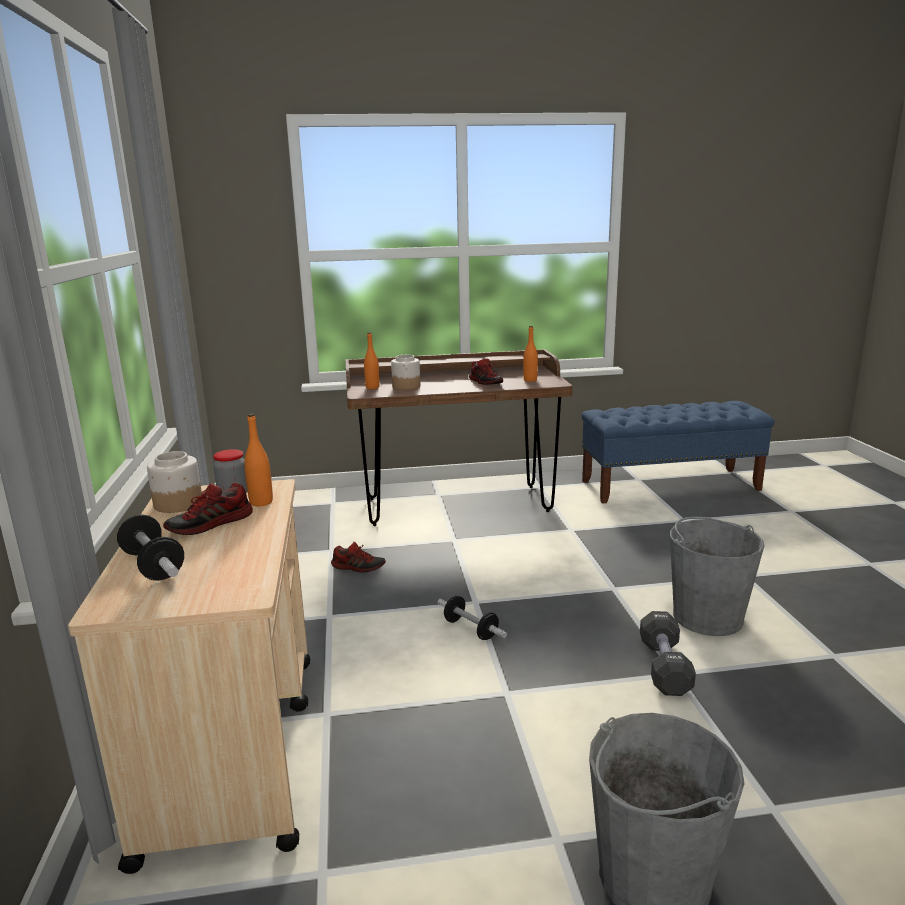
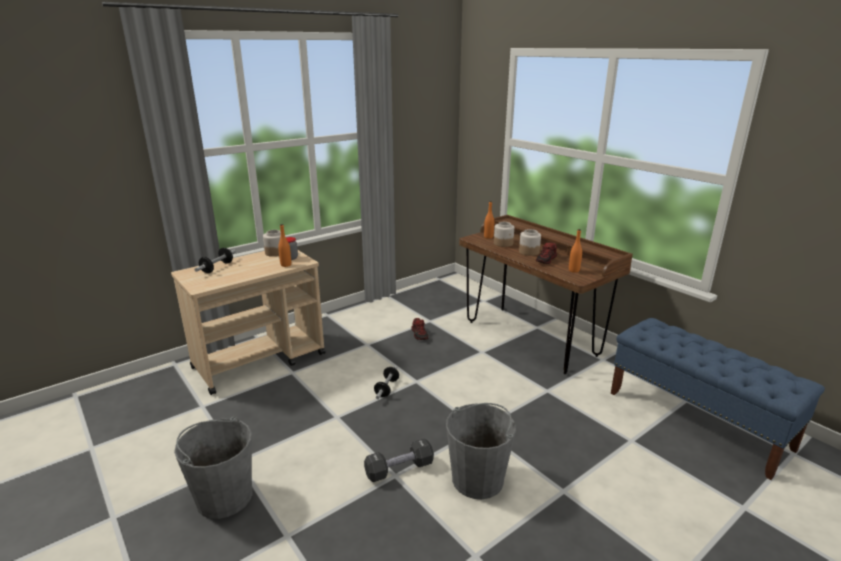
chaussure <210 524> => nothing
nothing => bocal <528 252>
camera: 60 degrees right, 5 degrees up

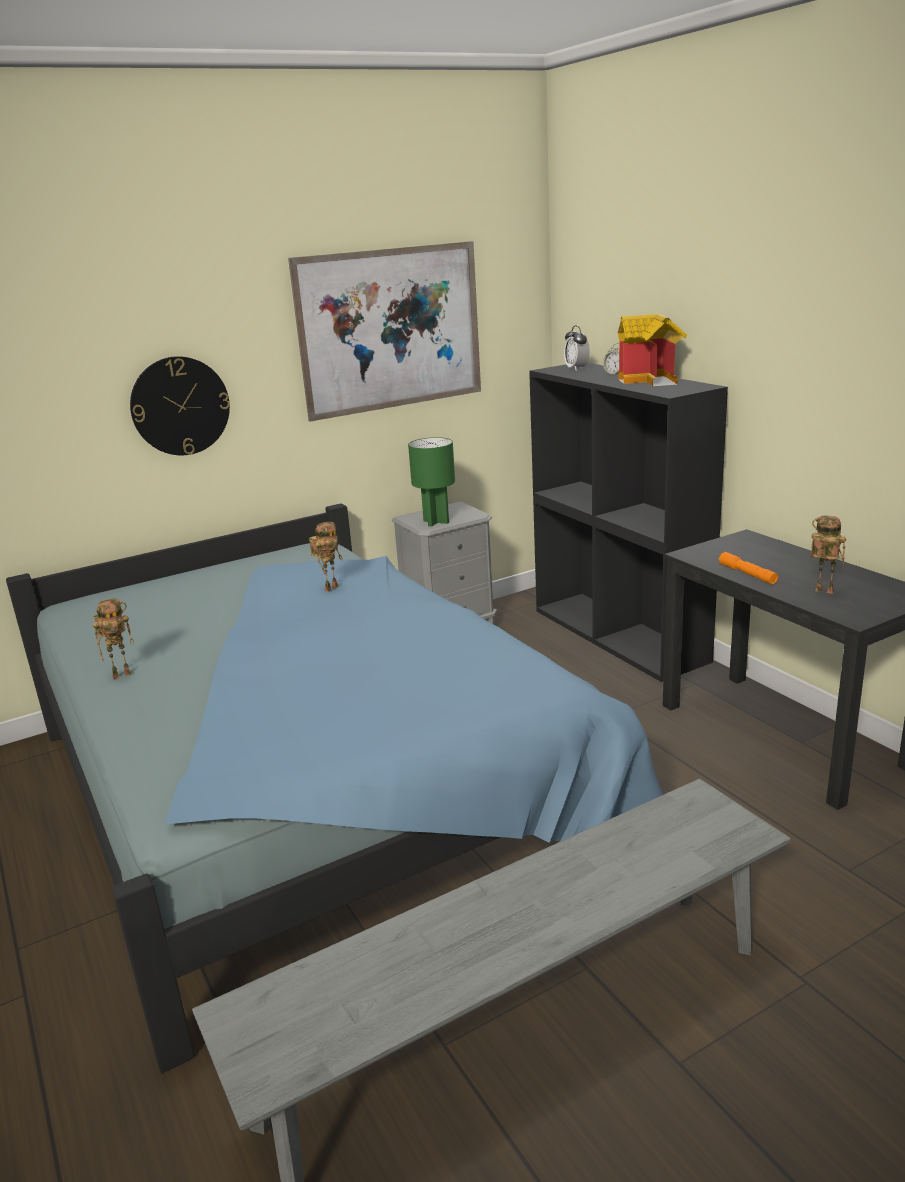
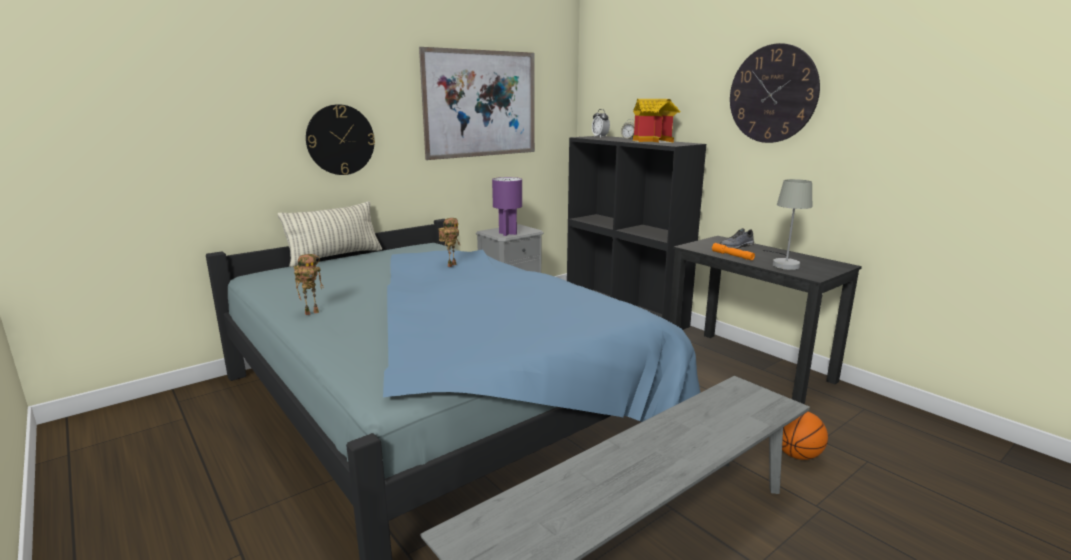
nothing => coussin <335 257>
nothing => chaussure [gris] <737 246>
nothing => horloge murale <772 94>
nothing => ballon de basket <797 455>
robot jouet <822 592> => lampe de table [gris] <784 264>
lampe de table [vert] <436 521> => lampe de table [violet] <507 233>
camera: 10 degrees left, 5 degrees down

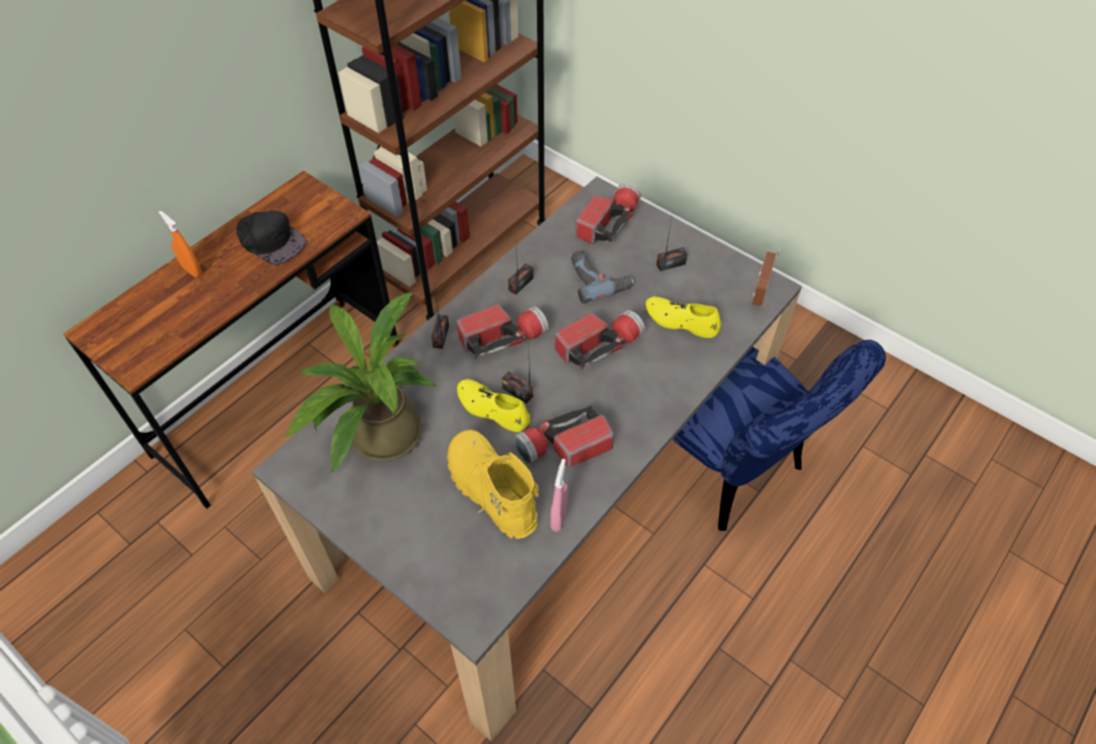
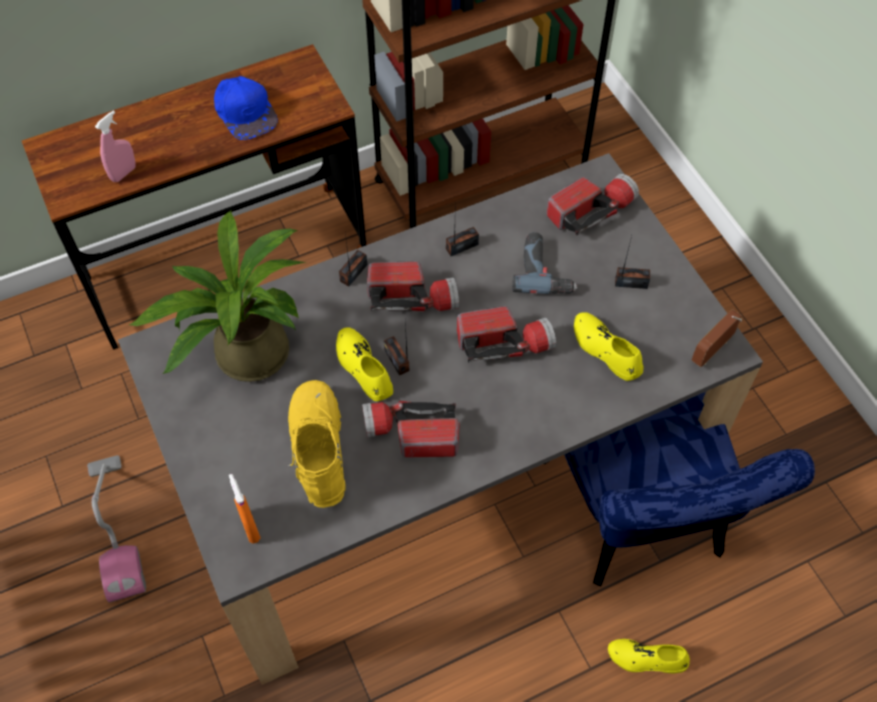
nothing => aspirateur <116 528>
nothing => chaussure [jaune] <647 658>
vaporisateur [orange] <192 270> => vaporisateur [orange] <250 528>, relocated
vaporisateur [rose] <559 517> => vaporisateur [rose] <123 173>, relocated
casquette [noir] <271 240> => casquette [bleu] <245 110>
camera: 25 degrees right, 5 degrees up

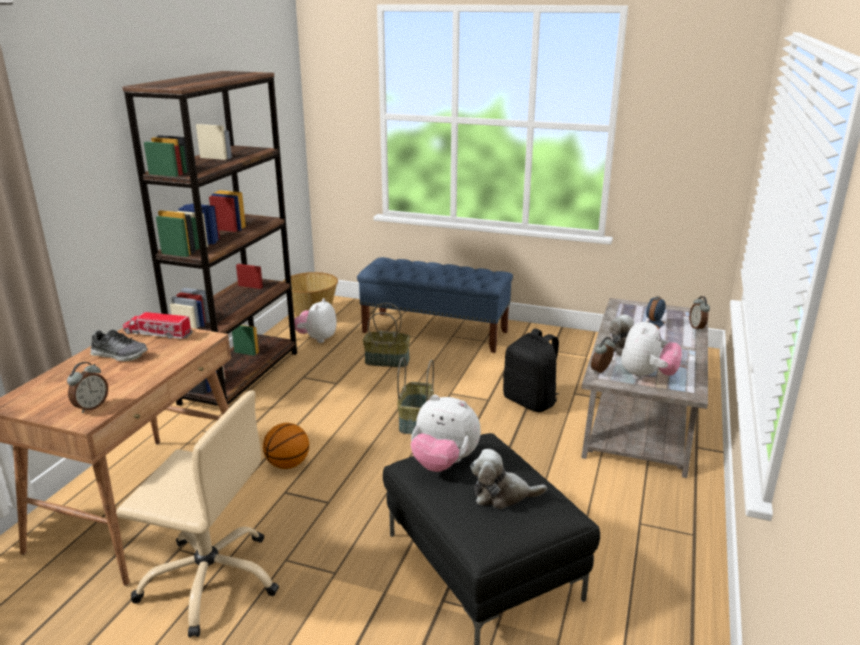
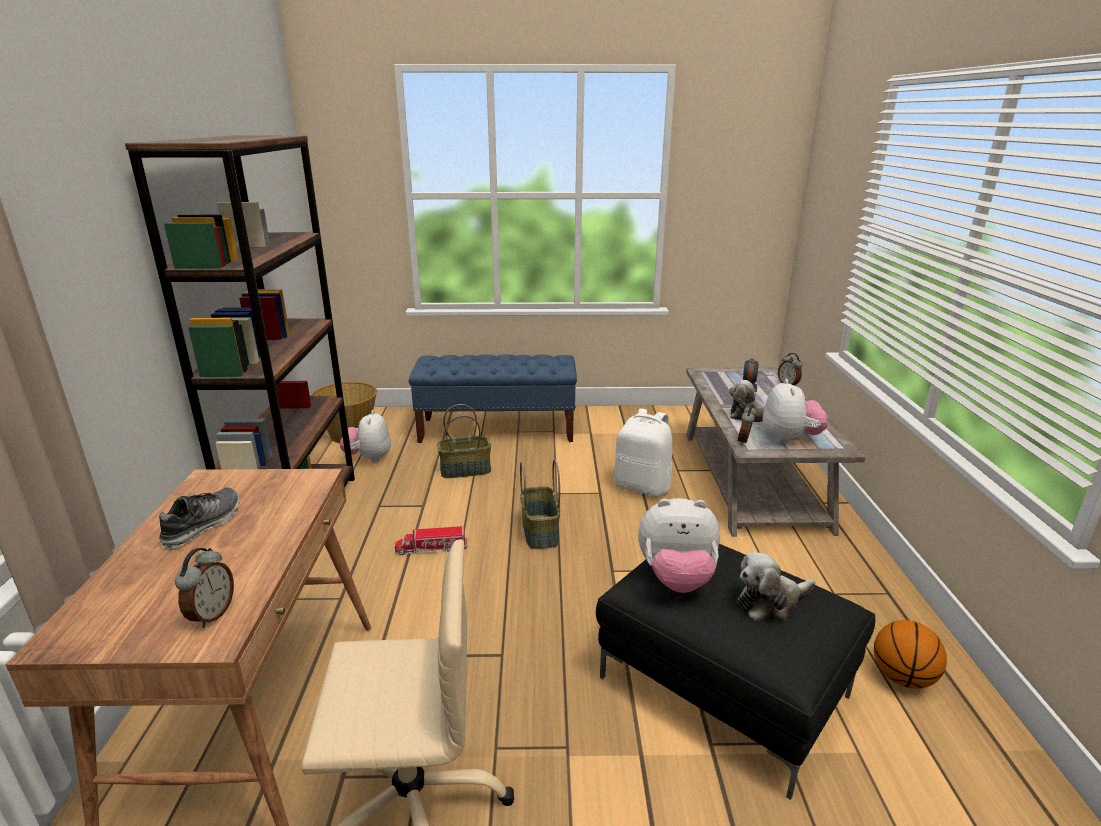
camion jouet <157 334> => camion jouet <431 548>, relocated
ballon de basket <288 464> => ballon de basket <902 677>, relocated
sac à dos [noir] <531 401> => sac à dos [blanc] <643 486>
chaussure <119 355> => chaussure <203 525>, 60 degrees counterclockwise
camera: 20 degrees left, 0 degrees up

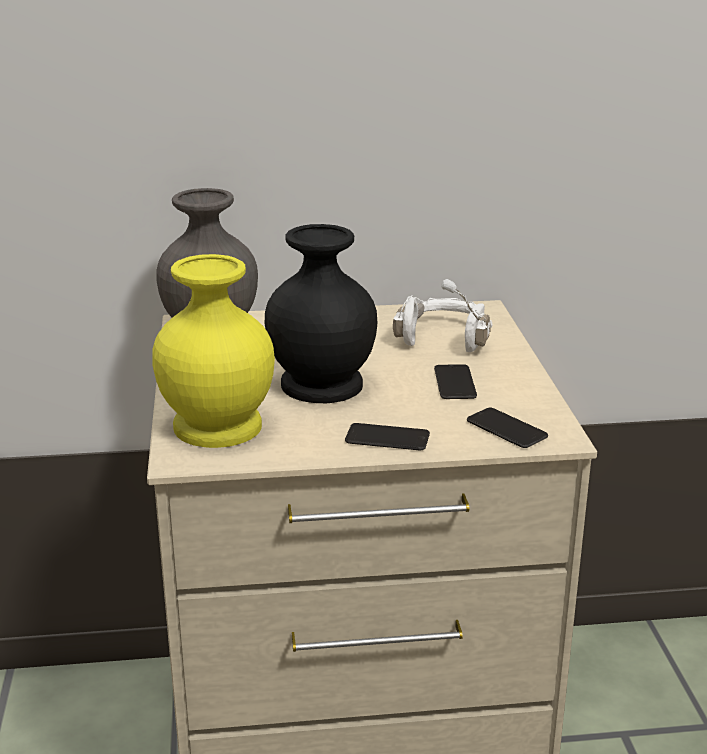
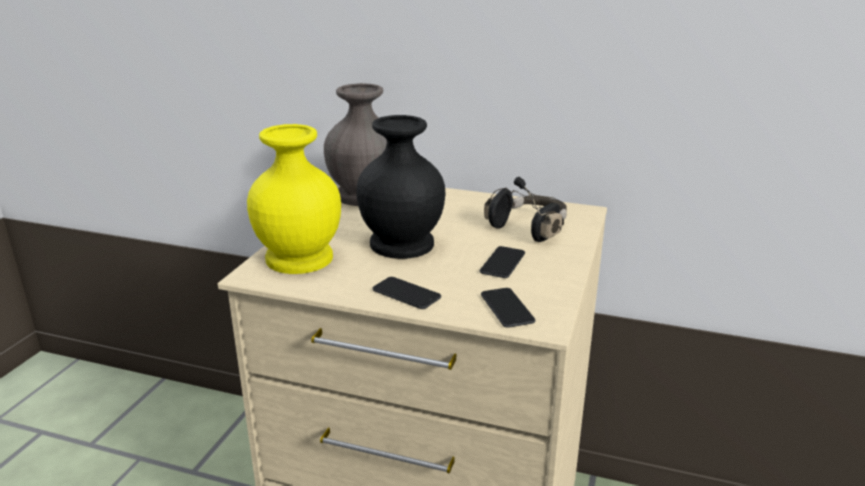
casque audio [blanc] <445 339> => casque audio [noir] <530 228>
camera: 25 degrees right, 0 degrees up

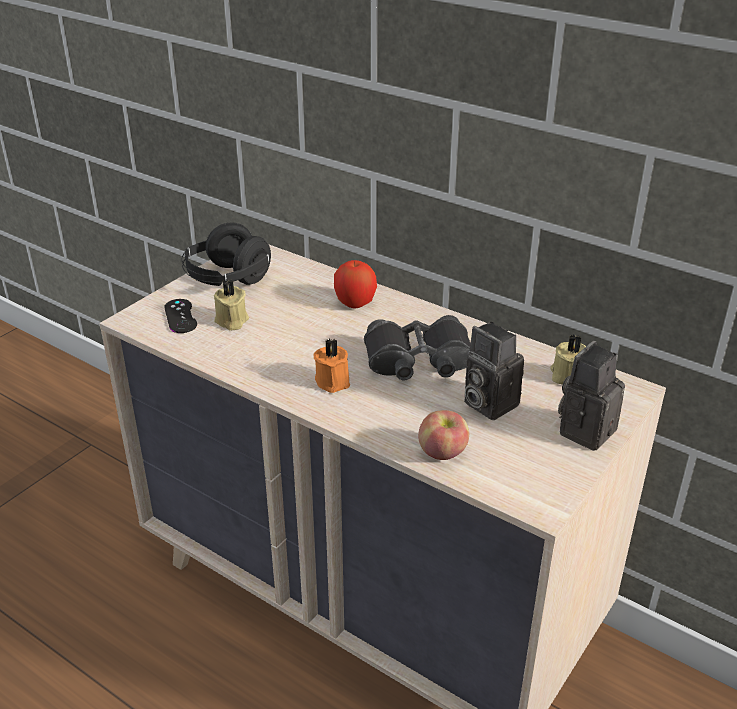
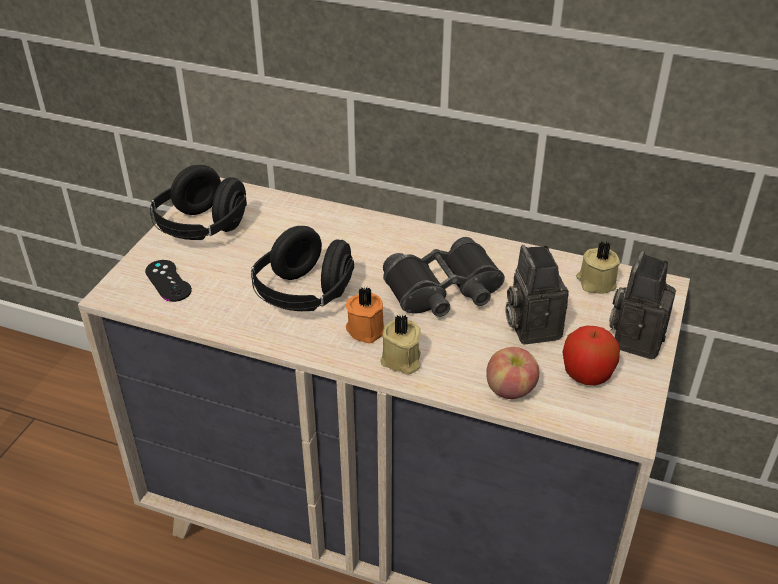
nothing => casque audio [noir] <304 295>
bougie [beige] <231 321> => bougie [beige] <401 360>, relocated
pomme <355 303> => pomme <586 375>, relocated
appareil photo <486 403> => appareil photo <530 326>, 45 degrees clockwise
camera: 15 degrees left, 5 degrees up

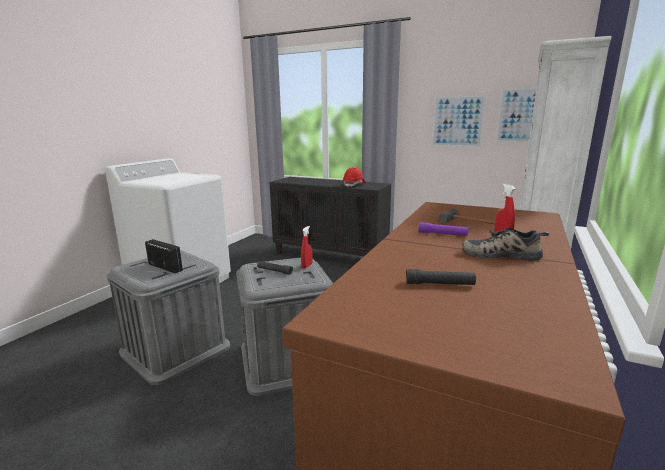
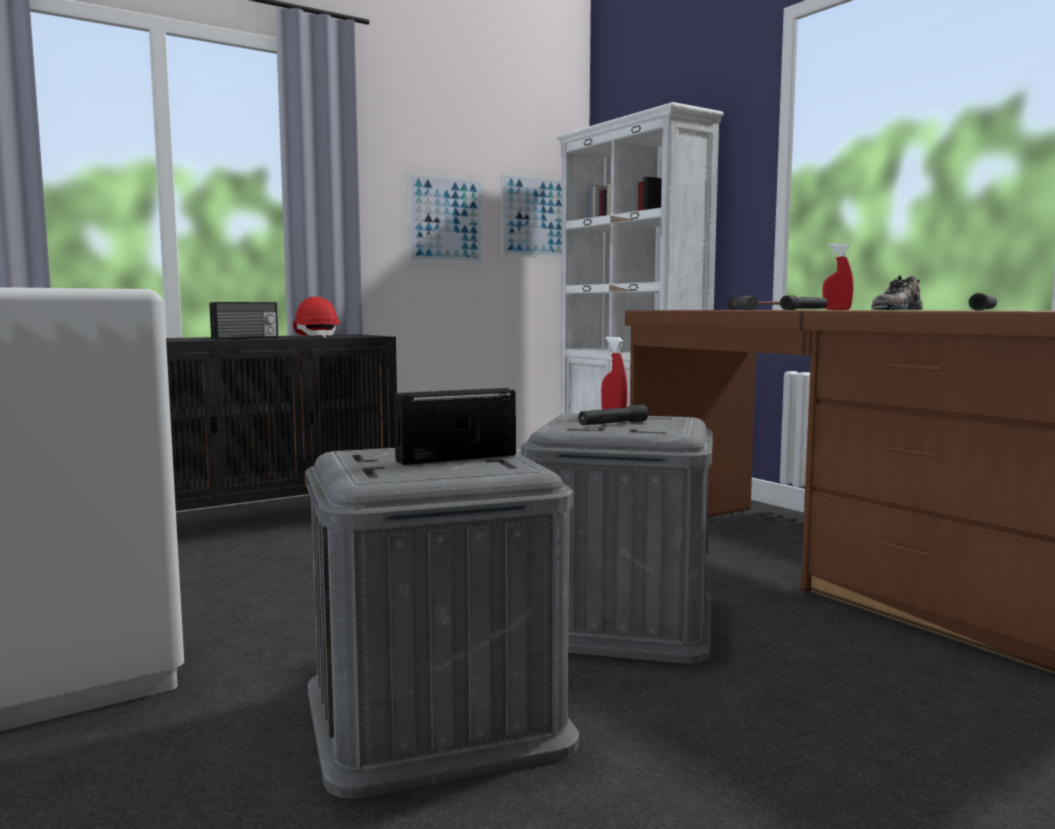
nothing => radio <246 338>
lampe de poche [violet] <443 234> => lampe de poche [noir] <804 310>
camera: 60 degrees left, 10 degrees down

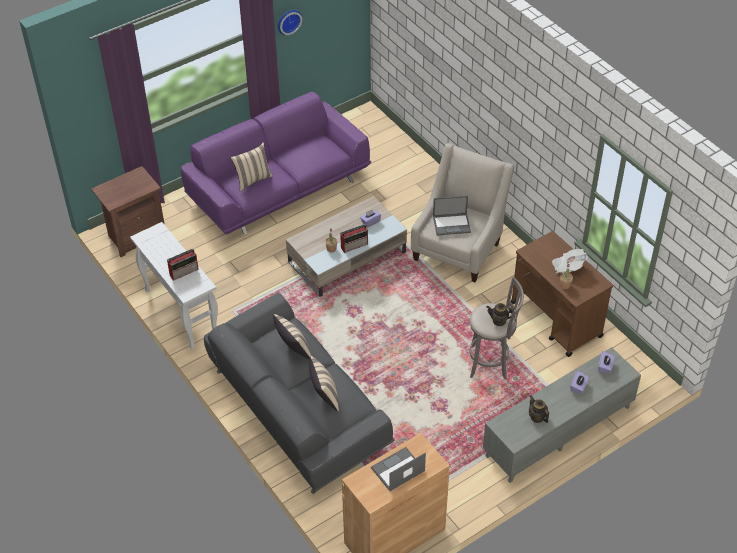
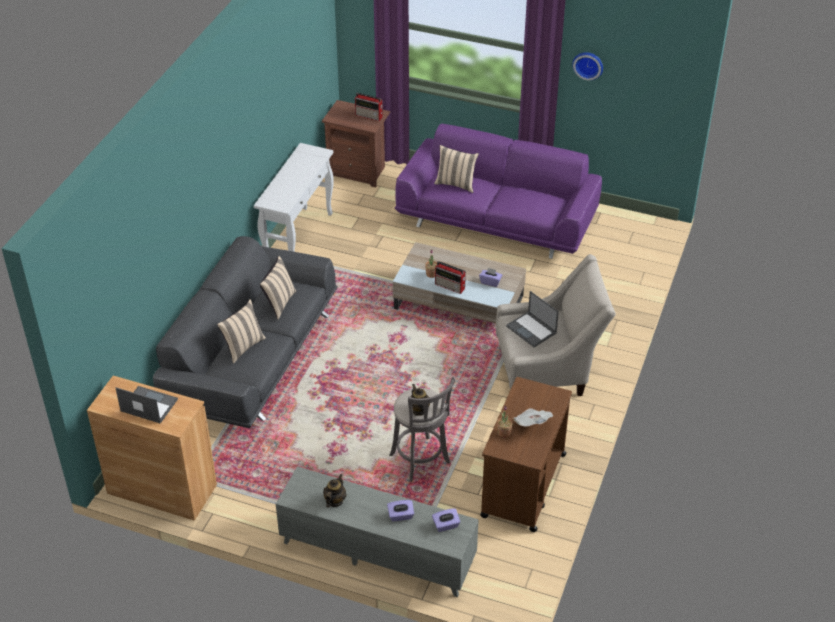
radio <184 271> => radio <369 116>, relocated
camera: 55 degrees right, 5 degrees down

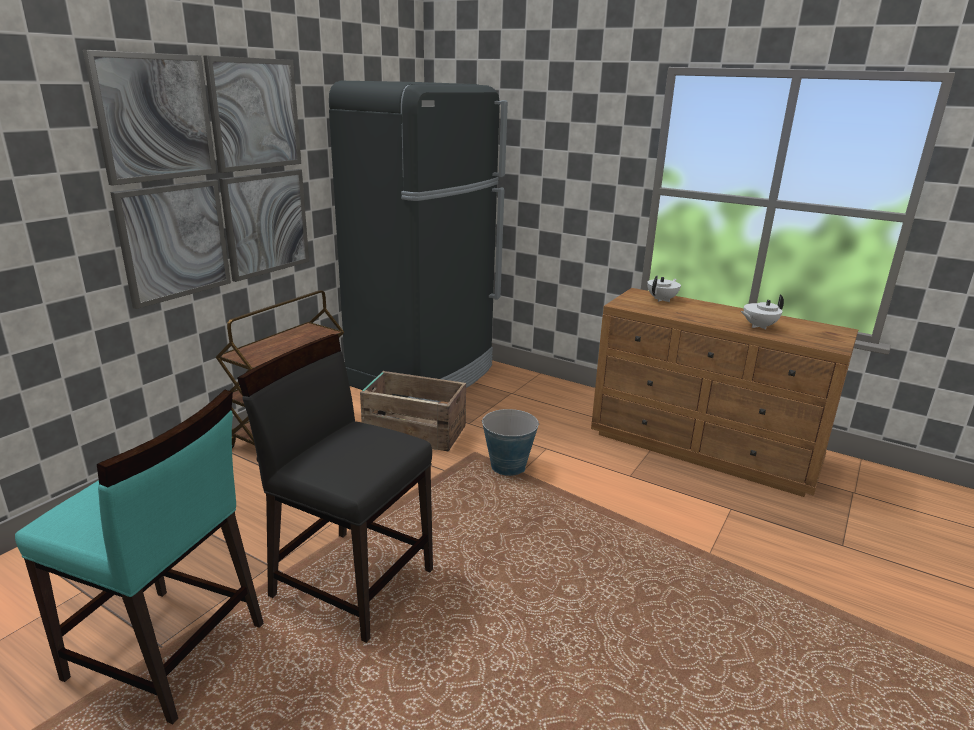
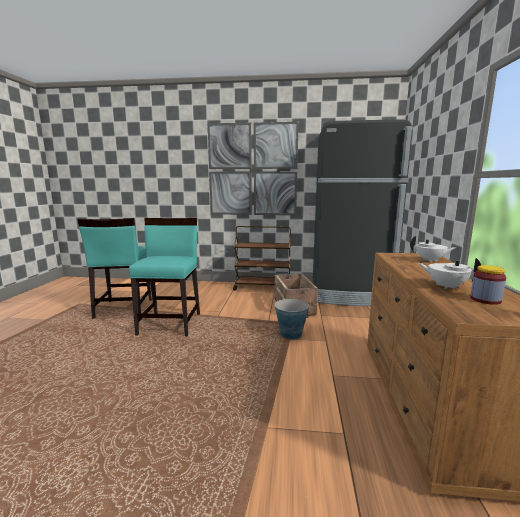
nothing => bocal <485 300>
chaise [noir] <352 582> => chaise [turquoise] <171 324>
camera: 65 degrees right, 10 degrees down

